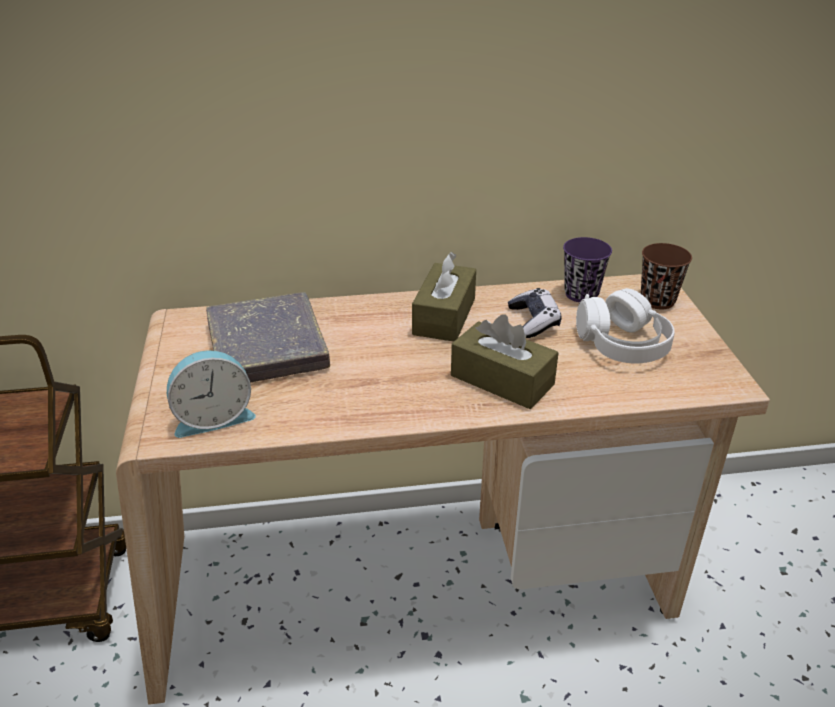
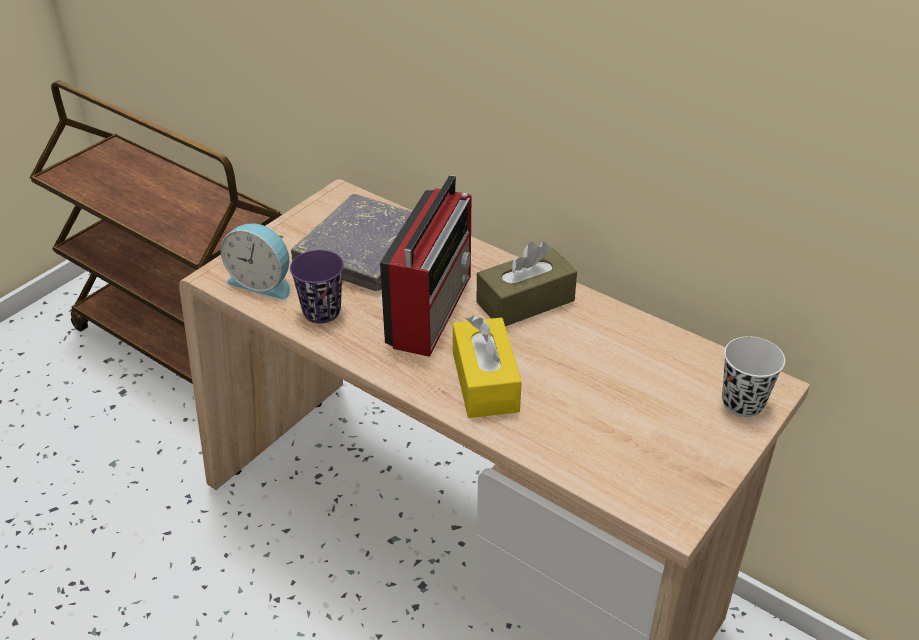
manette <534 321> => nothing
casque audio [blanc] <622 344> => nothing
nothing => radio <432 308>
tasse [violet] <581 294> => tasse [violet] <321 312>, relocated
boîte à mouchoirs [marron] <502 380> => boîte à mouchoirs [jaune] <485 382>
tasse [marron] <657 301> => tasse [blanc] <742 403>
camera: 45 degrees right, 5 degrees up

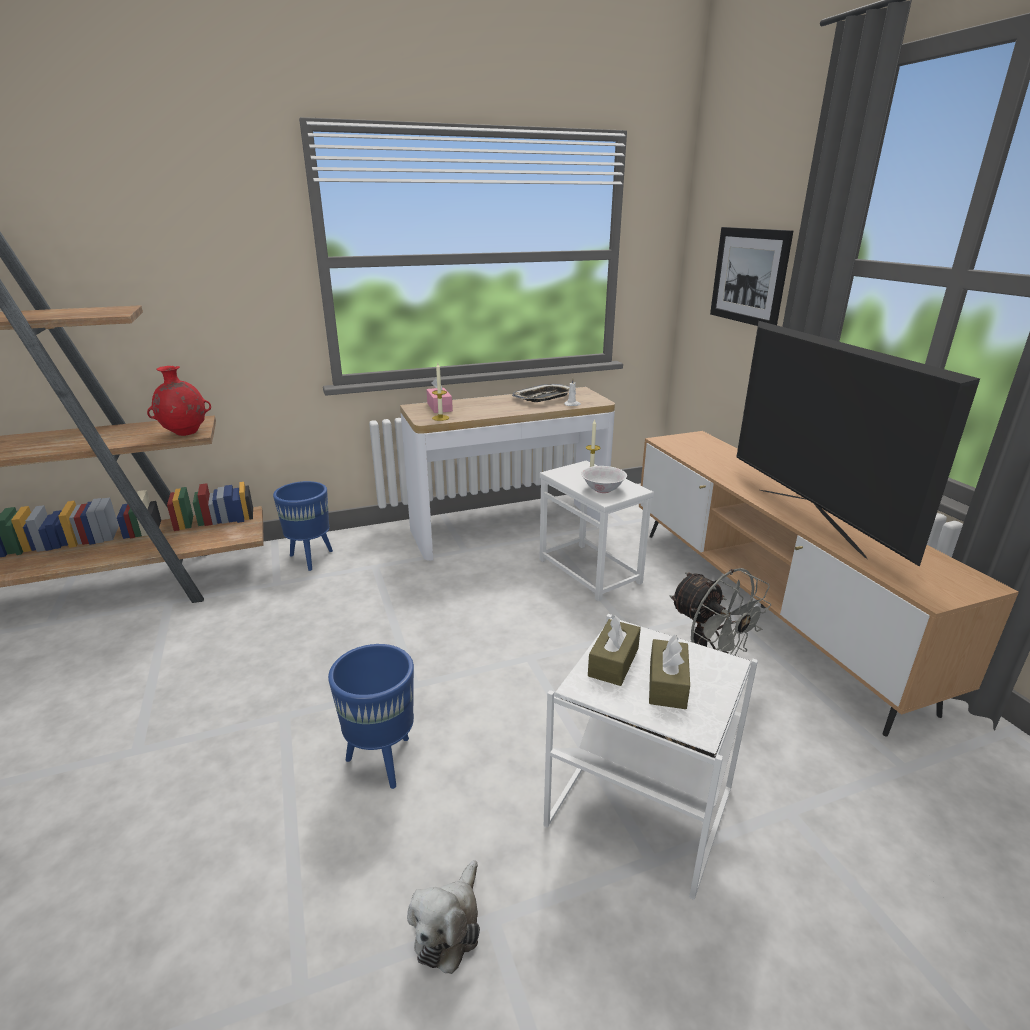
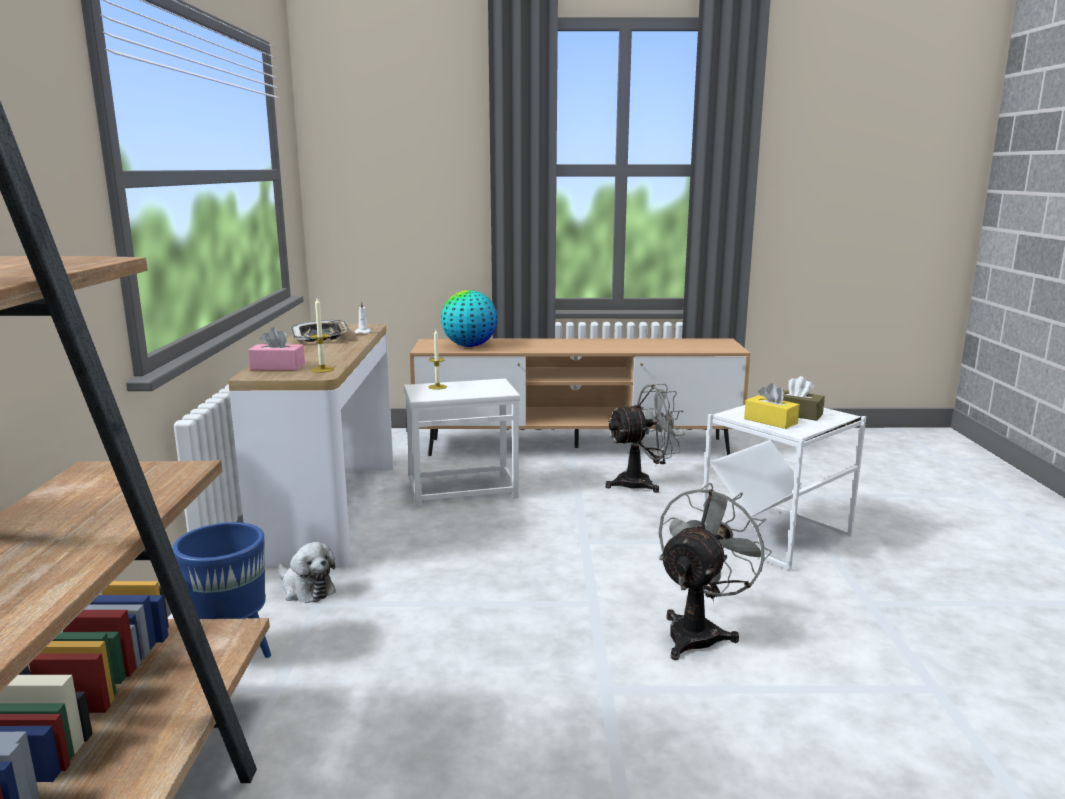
vase [rouge] <185 433> => nothing
bol [blanc] <603 489> => nothing
tableau <749 276> => nothing
téléviseur <809 520> => nothing
nothing => globe <469 346>
peluche <449 926> => peluche <306 589>, relocated
cache-pot [bleu] <382 760> => ventilateur [gris] <699 631>
boîte à mouchoirs [marron] <613 662> => boîte à mouchoirs [jaune] <770 421>
camera: 70 degrees left, 10 degrees down

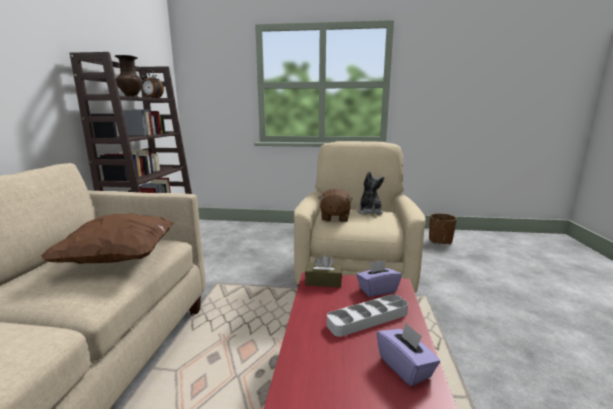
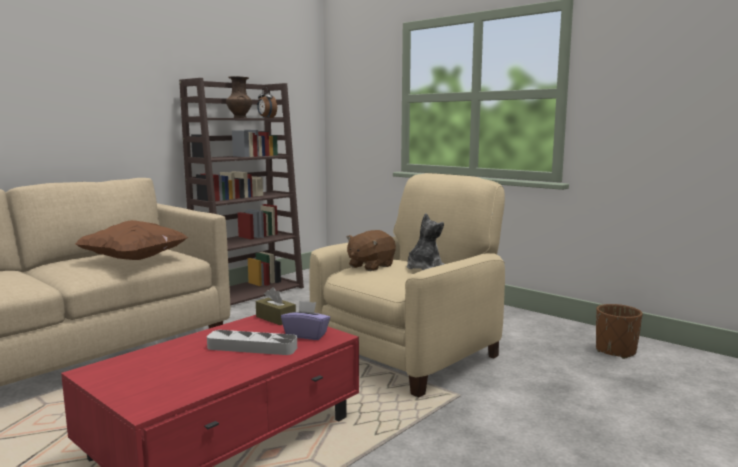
boîte à mouchoirs [violet] <405 367> => nothing
camera: 35 degrees right, 5 degrees down

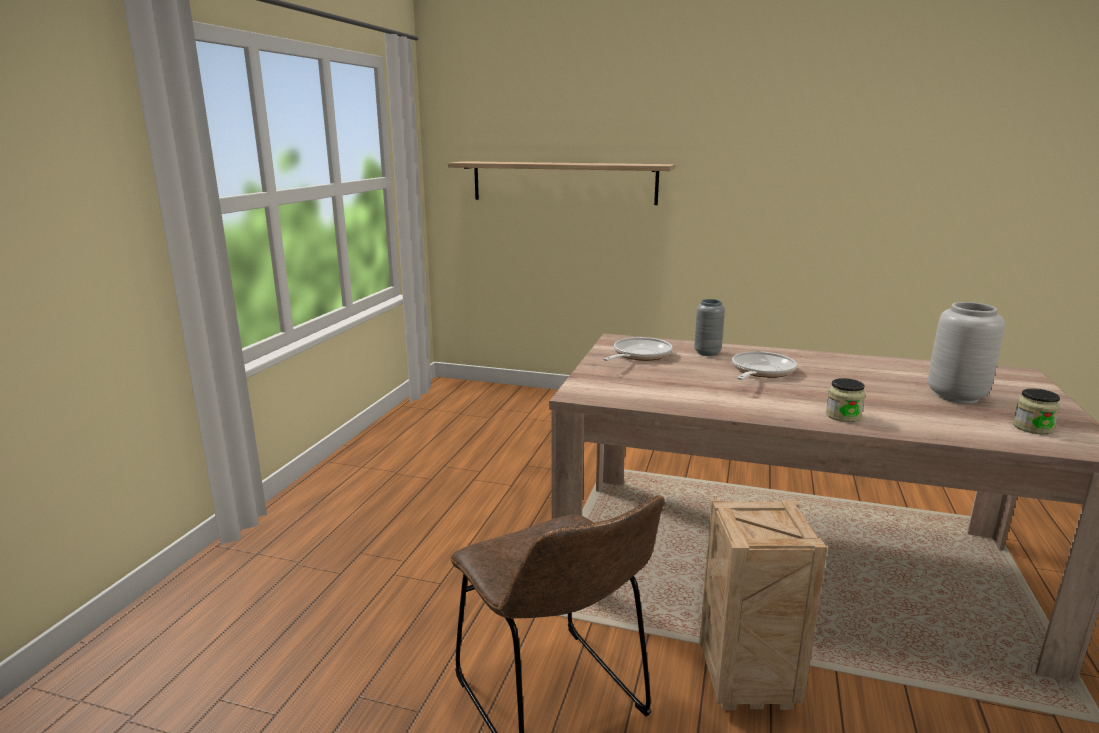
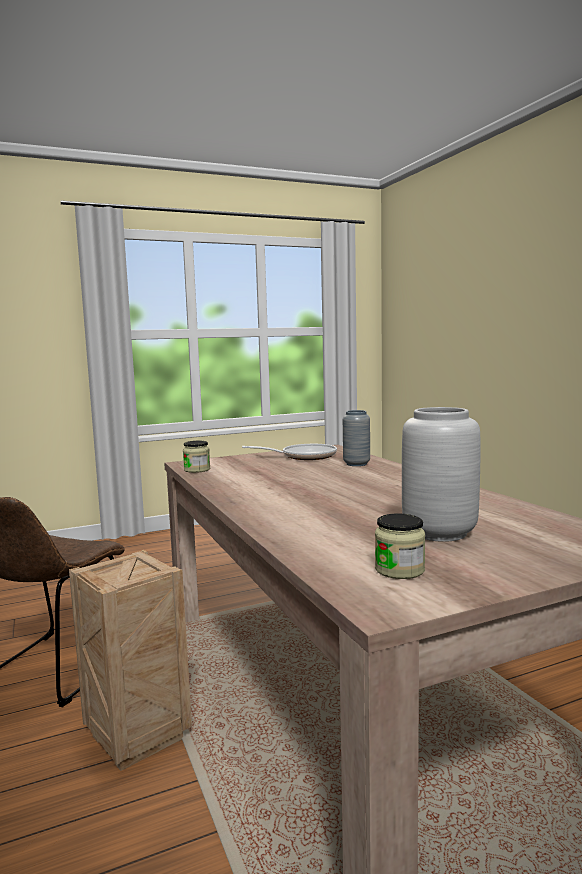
étagère <563 182> => nothing
poêle <760 371> => nothing
bocal <843 416> => bocal <197 470>, relocated
camera: 50 degrees right, 10 degrees down

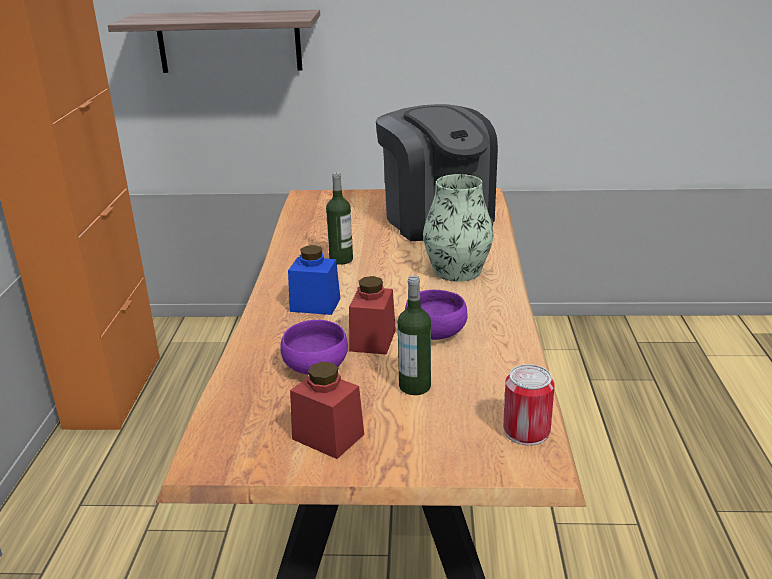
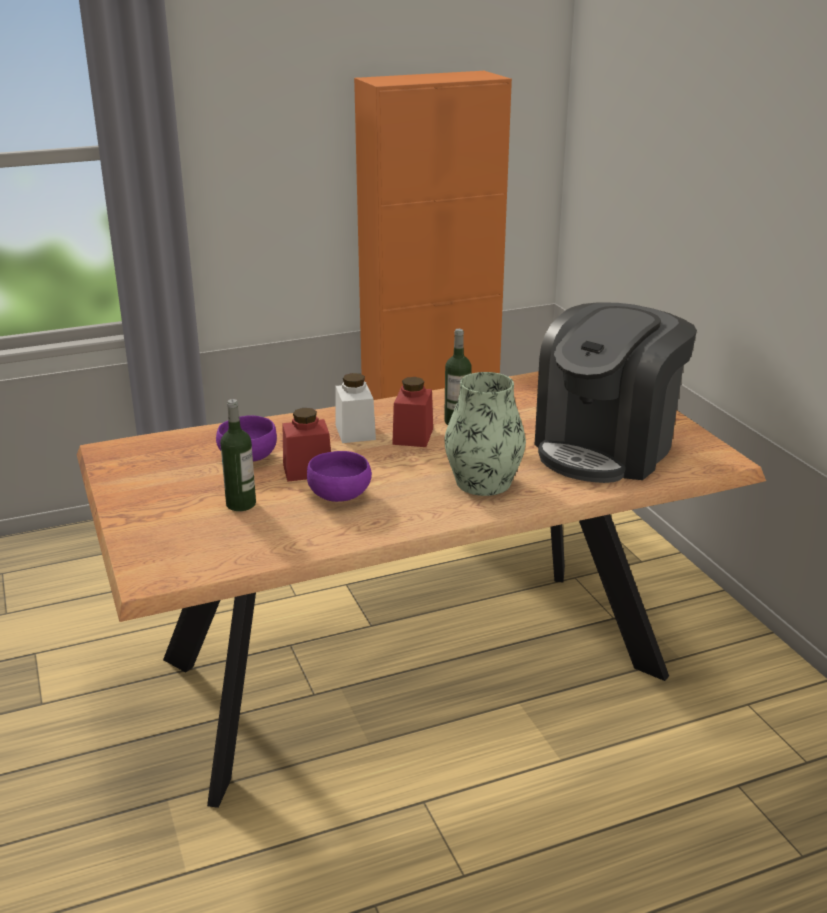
étagère <229 41> => nothing
boîte métallique <526 431> => nothing
bocal [rouge] <328 436> => bocal [rouge] <413 436>, relocated
bocal [bleu] <315 305> => bocal [blanc] <355 432>
camera: 65 degrees right, 0 degrees up

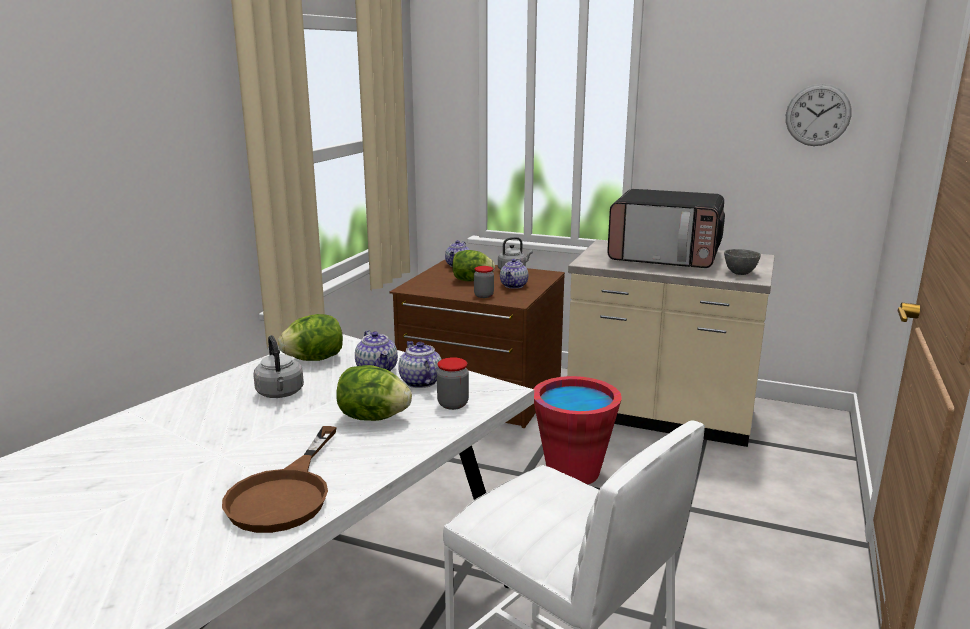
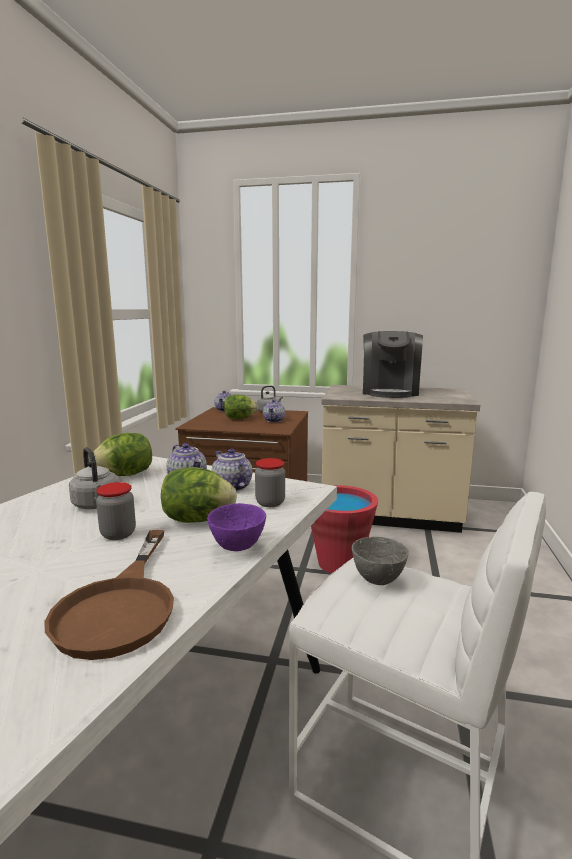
horloge murale <818 115> => nothing
nothing => bol [violet] <238 547>
bocal <483 295> => bocal <118 534>, relocated
bol [gris] <739 273> => bol [gris] <377 579>, relocated
micro-ondes <665 257> => machine à café <390 392>
camera: 10 degrees left, 5 degrees down

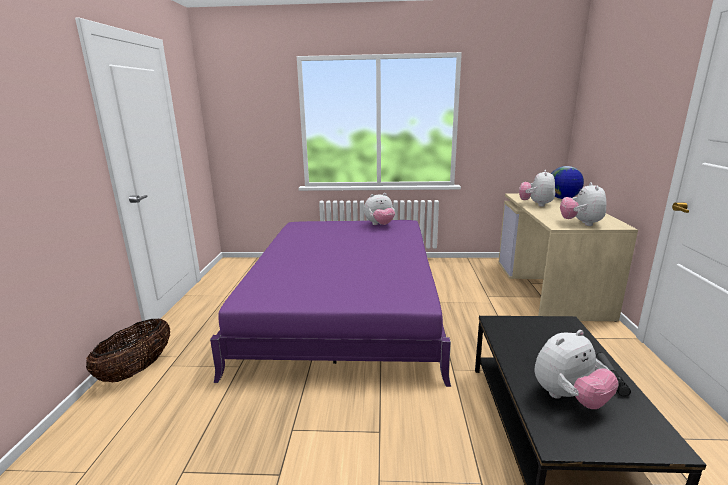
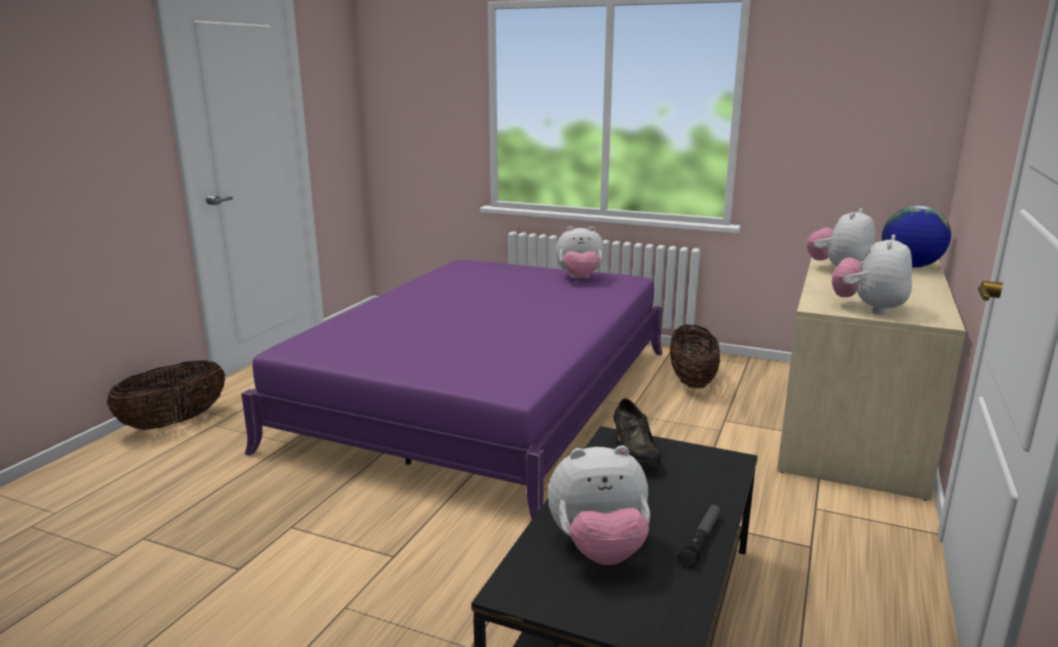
nothing => chaussure [noir] <634 454>
nothing => panier <692 381>
camera: 20 degrees right, 0 degrees up

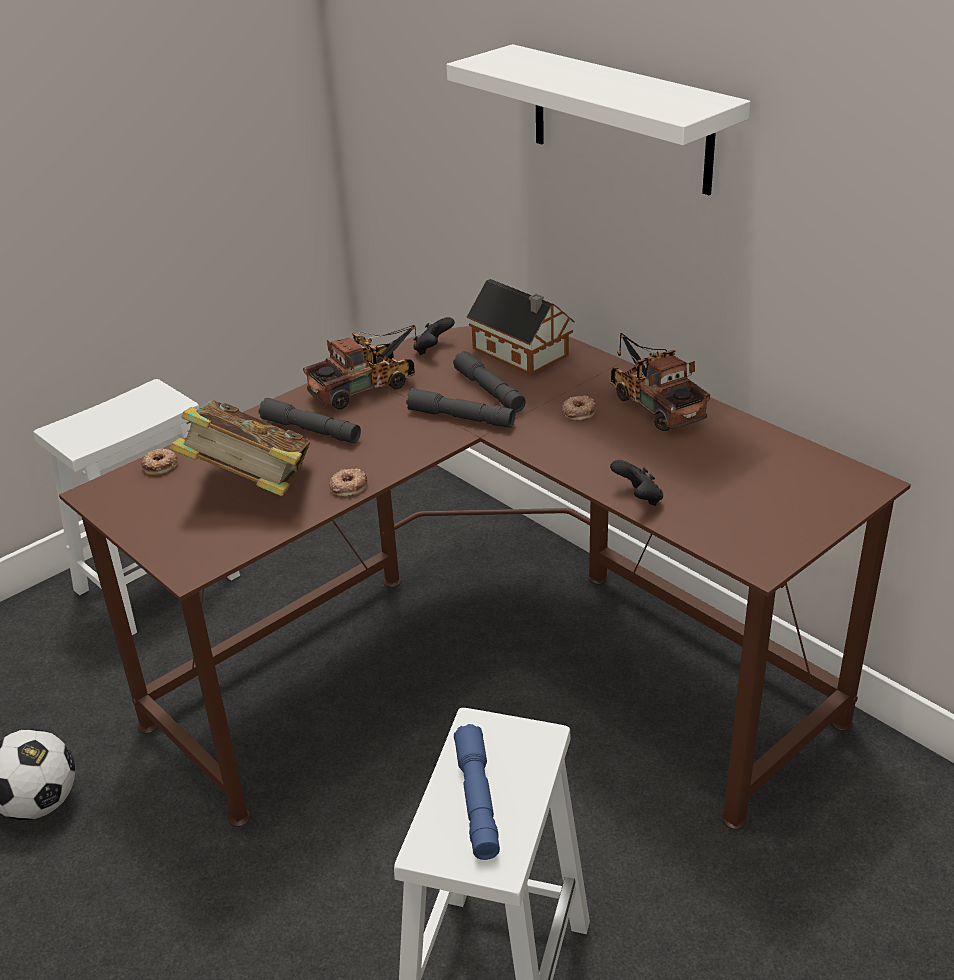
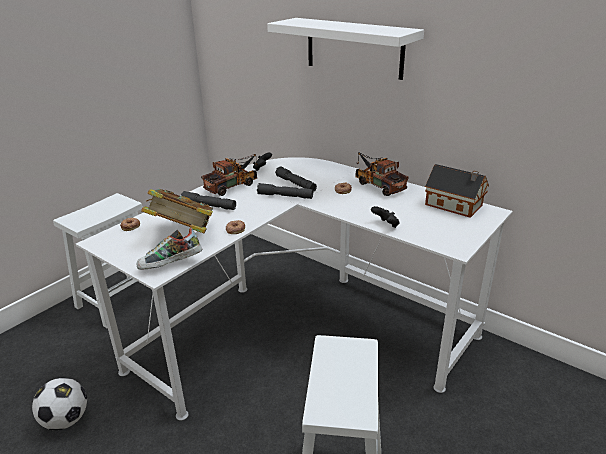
lampe de poche [bleu] <477 800> => nothing
nothing => chaussure <171 265>
maison miniature <522 353> => maison miniature <455 206>, relocated
bureau [marron] <490 669> => bureau [blanc] <300 326>
camera: 10 degrees left, 5 degrees down

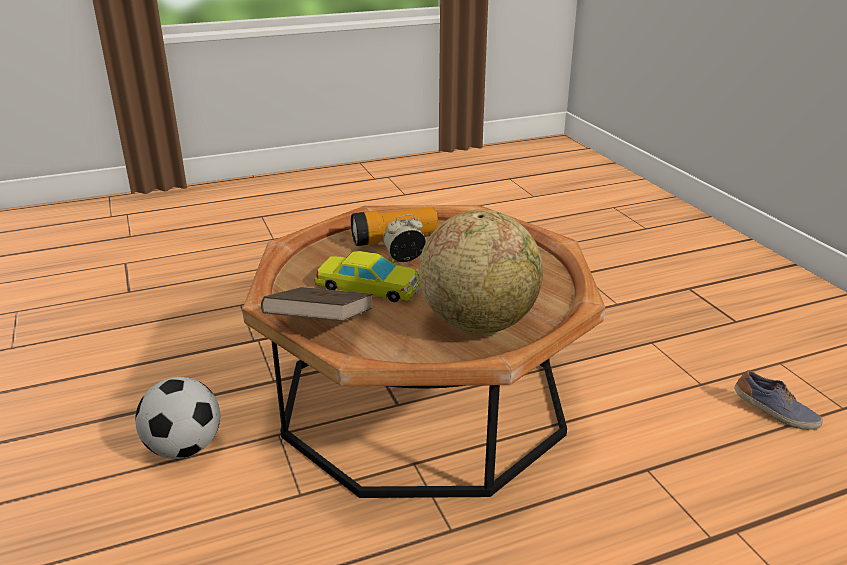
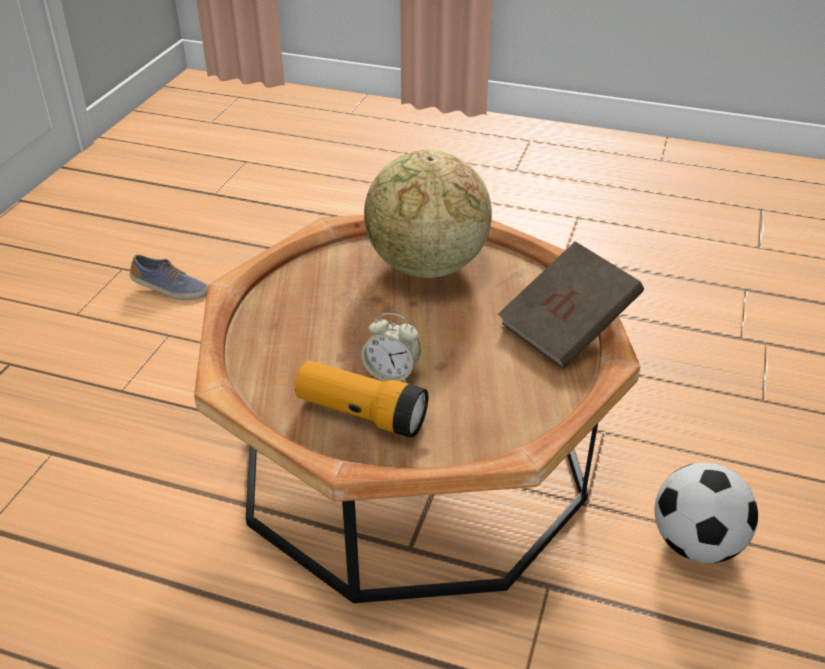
petite voiture [jaune] <369 286> => nothing
chaussure <774 413> => chaussure <170 290>, 120 degrees clockwise
camera: 140 degrees left, 10 degrees up

